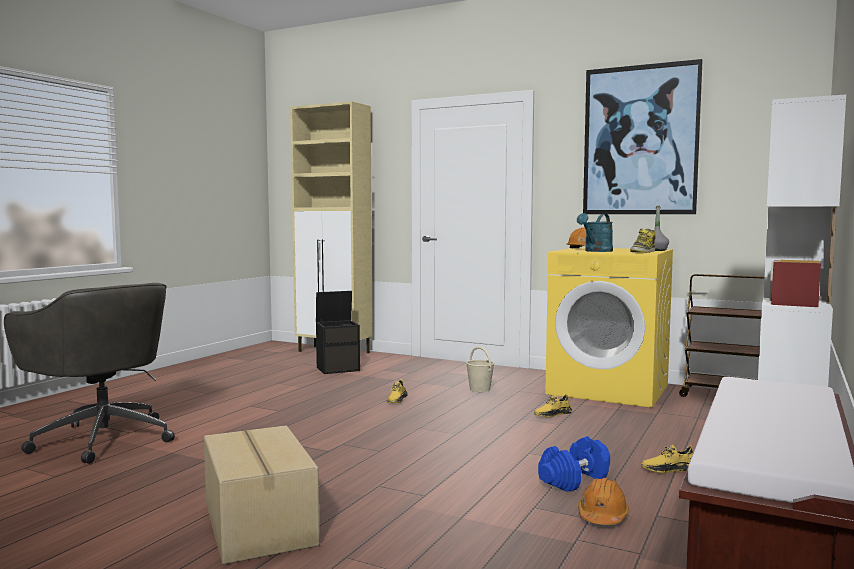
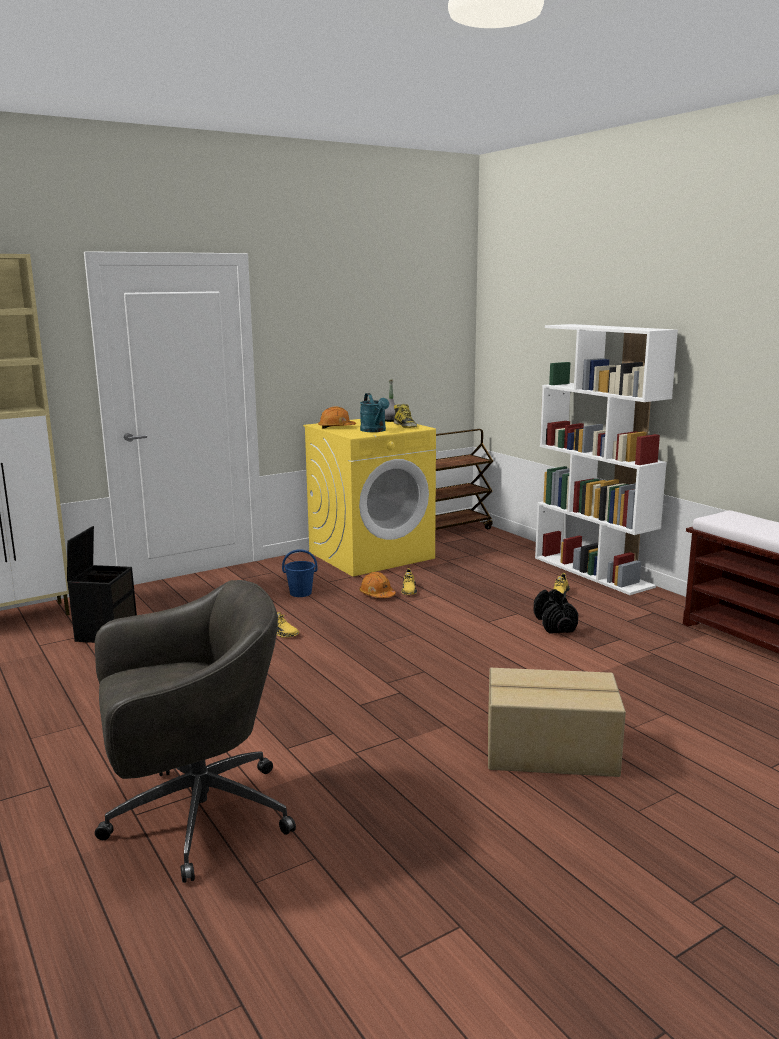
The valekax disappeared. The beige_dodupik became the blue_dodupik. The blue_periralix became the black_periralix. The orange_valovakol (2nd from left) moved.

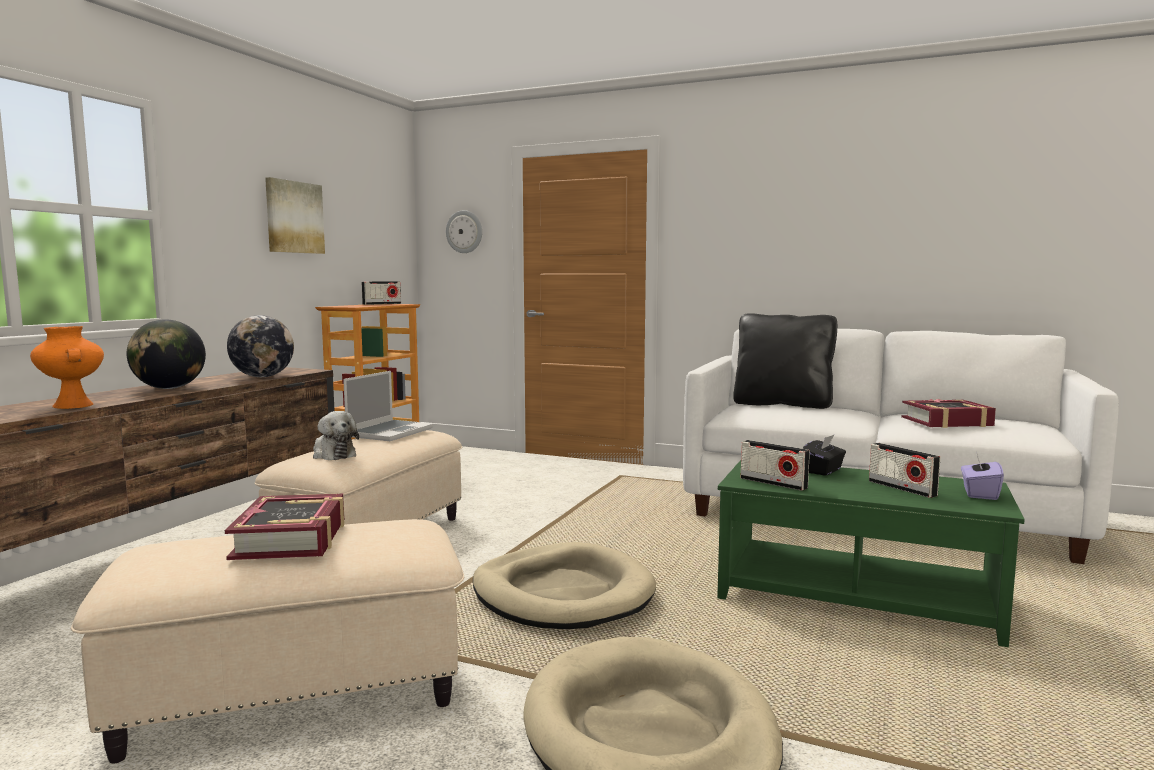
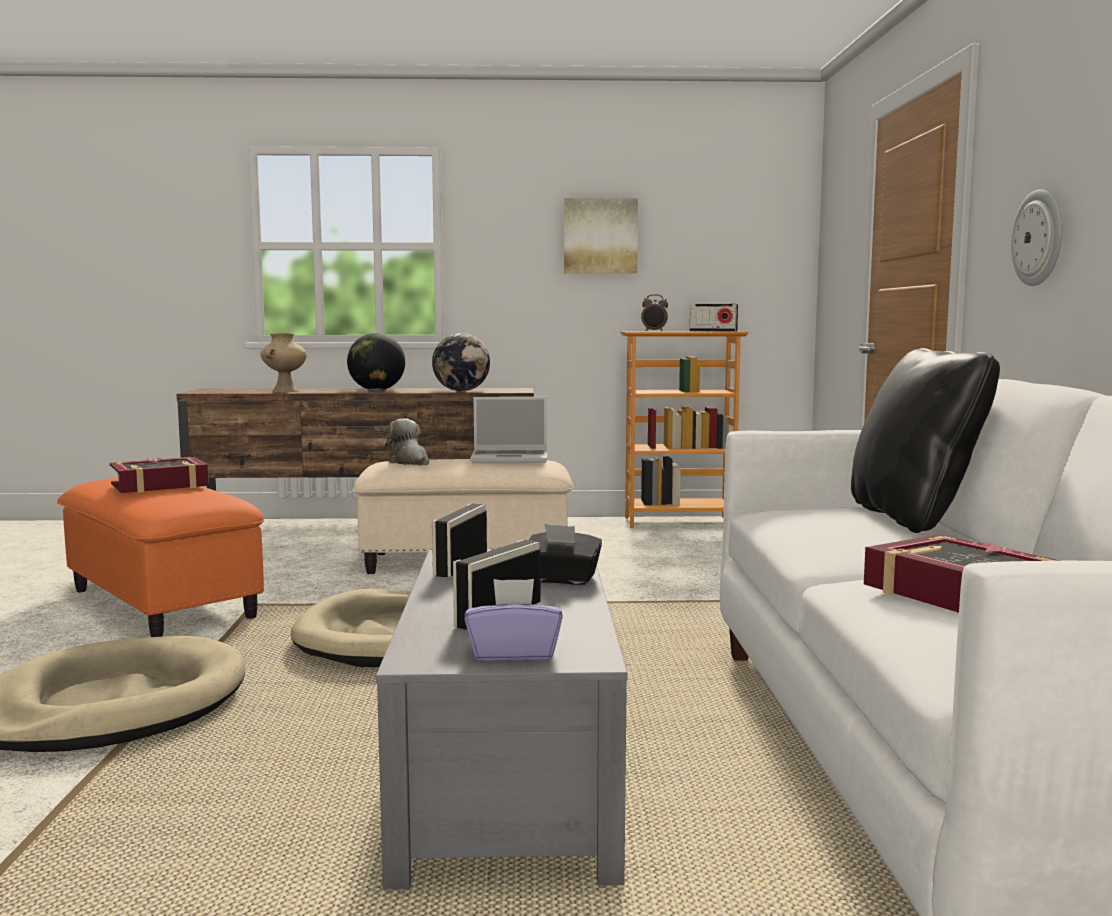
The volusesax moved. The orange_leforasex became the beige_leforasex. The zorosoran turned 120 degrees clockwise. The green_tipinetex became the grey_tipinetex. The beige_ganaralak (1st from left) became the orange_ganaralak. The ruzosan appeared.

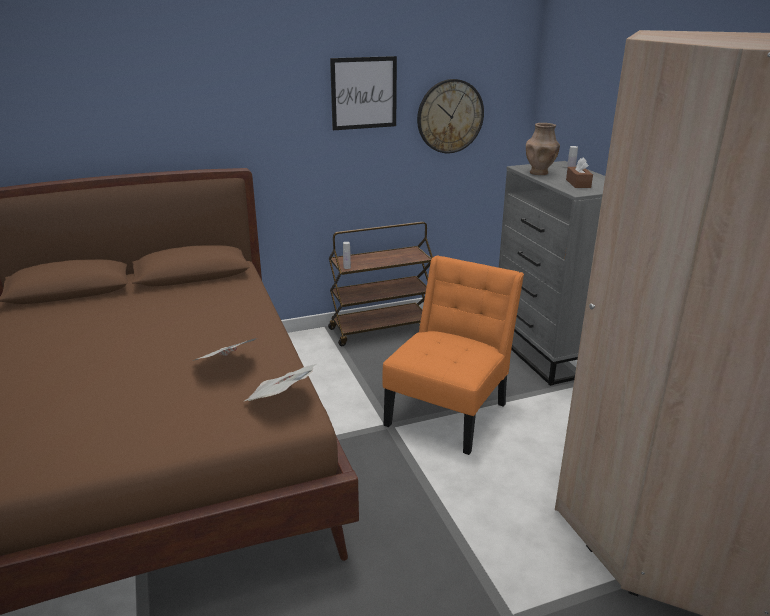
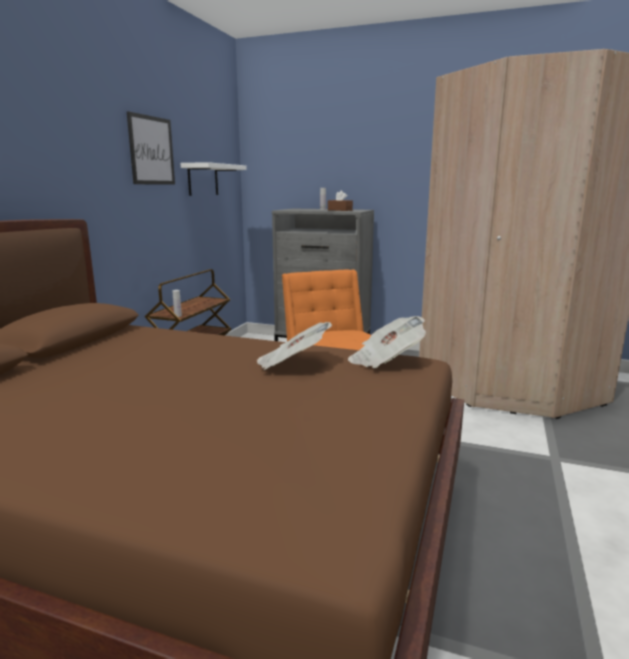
The volusesax was replaced by the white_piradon. The brown_leforasex disappeared.

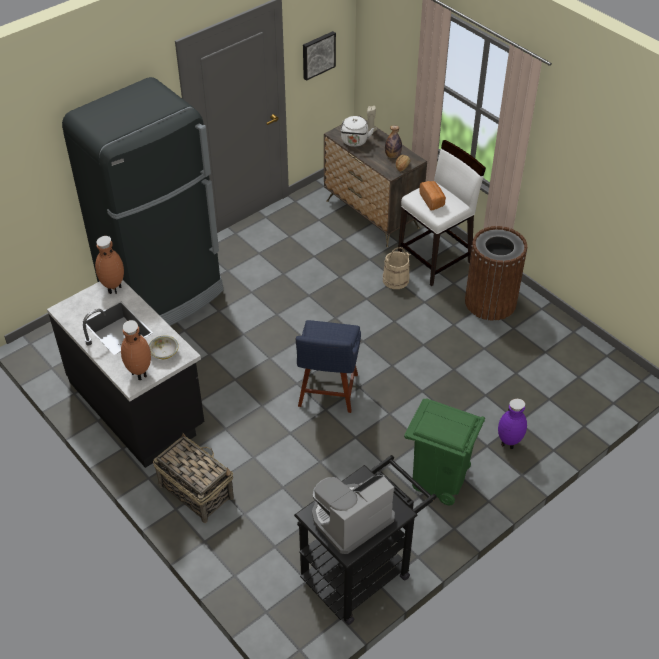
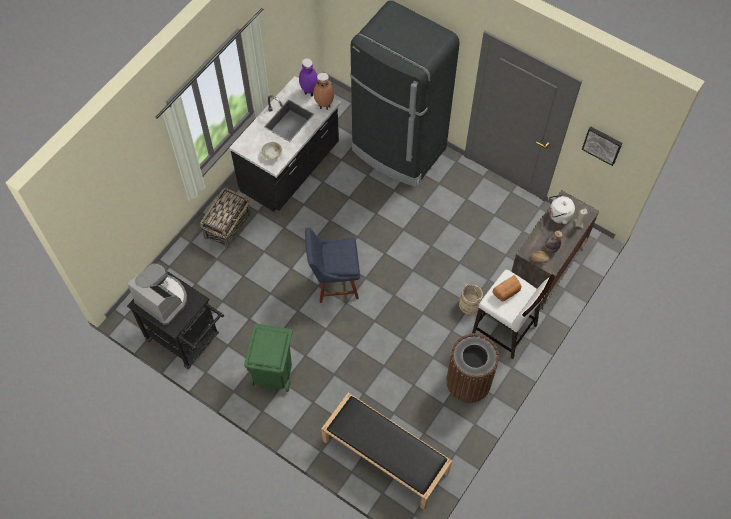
The brown_leforasex (2nd from left) disappeared. The purple_leforasex moved. The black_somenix appeared.

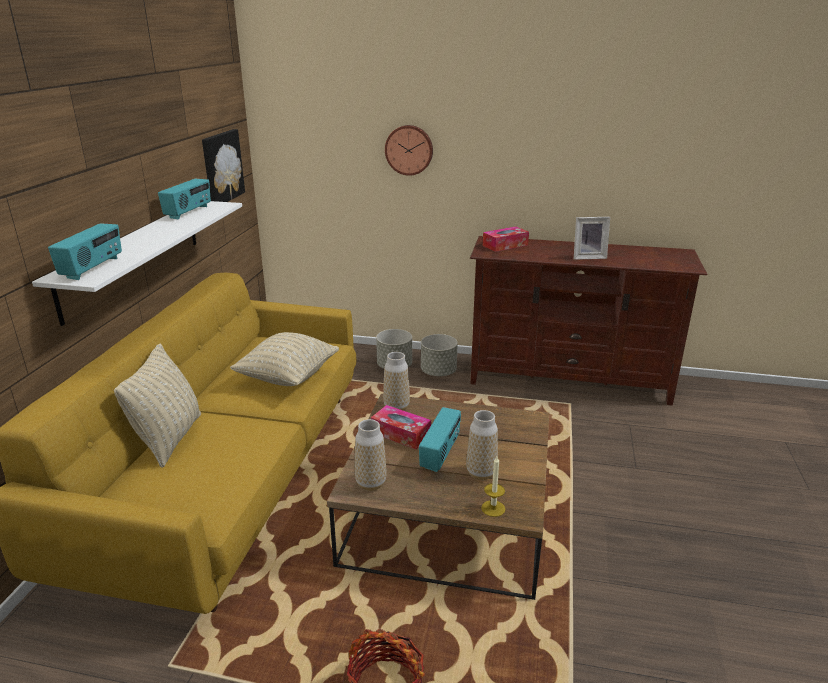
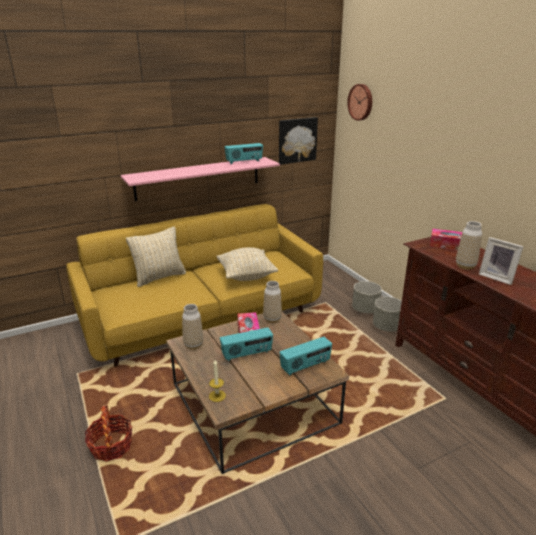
The volusesax moved. The white_piradon became the pink_piradon. The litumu (1st from left in the first image) moved. The leforasex (3rd from left) moved.

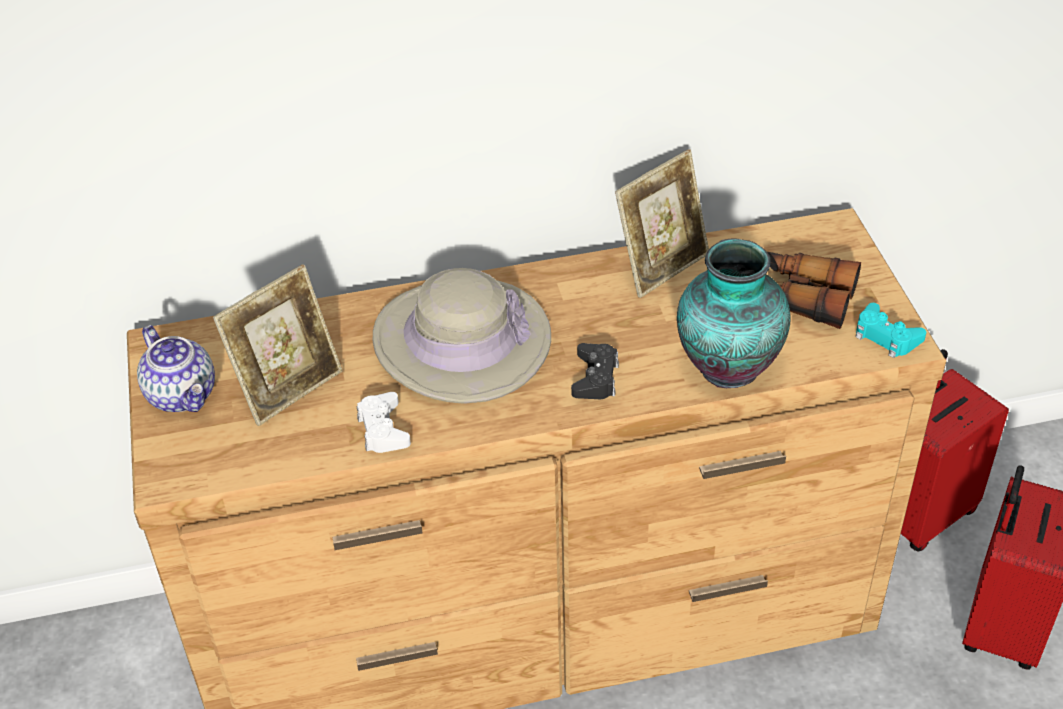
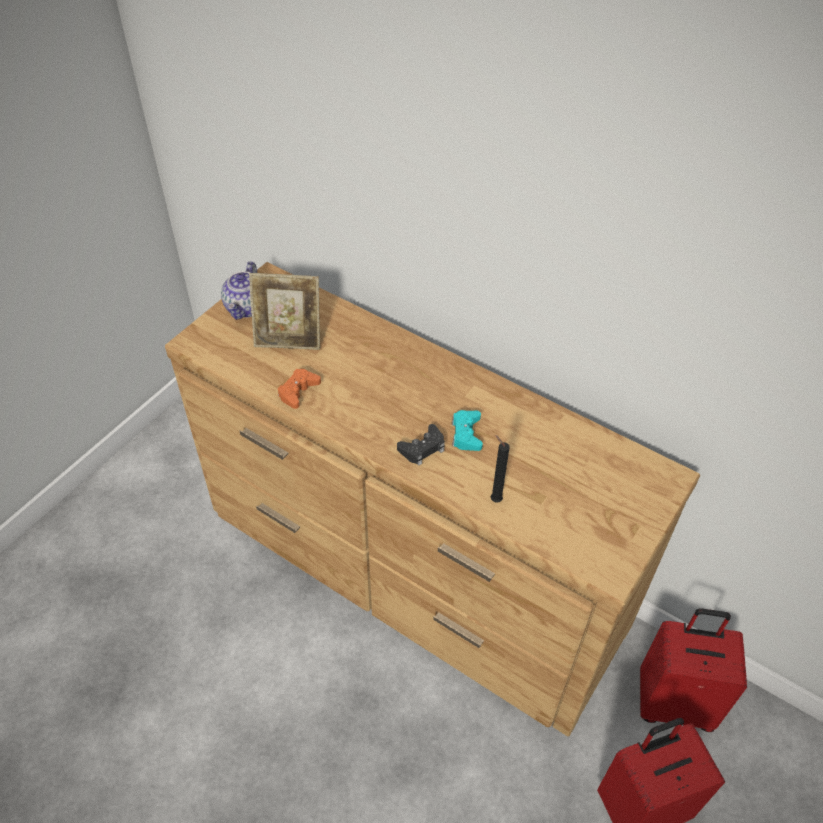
The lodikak (2nd from left) disappeared. The leforasex was replaced by the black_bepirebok. The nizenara disappeared. The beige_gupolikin disappeared. The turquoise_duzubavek moved. The white_duzubavek became the orange_duzubavek.

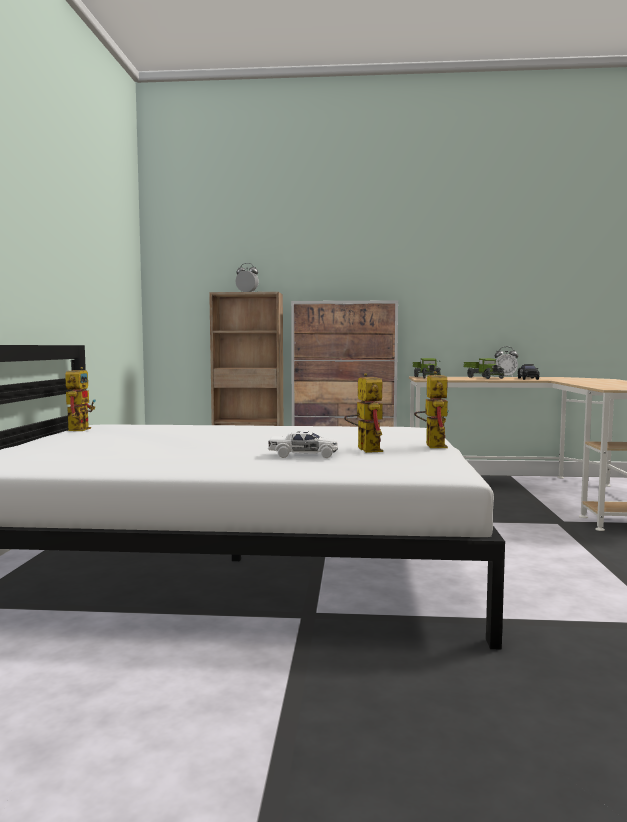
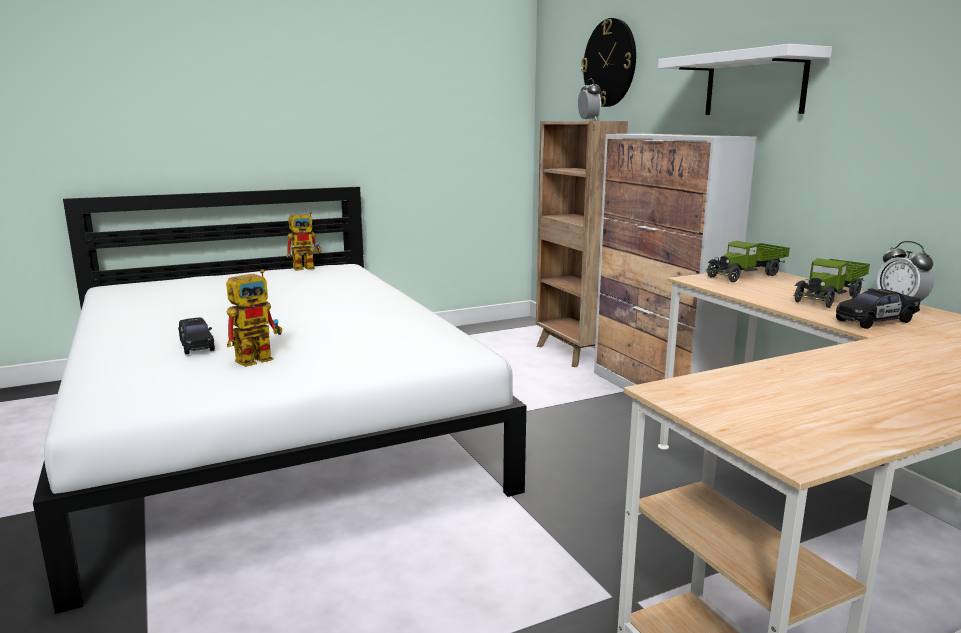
The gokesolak (3rd from left) disappeared. The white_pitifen became the black_pitifen (1st from left). The volusesax appeared. The white_piradon appeared.

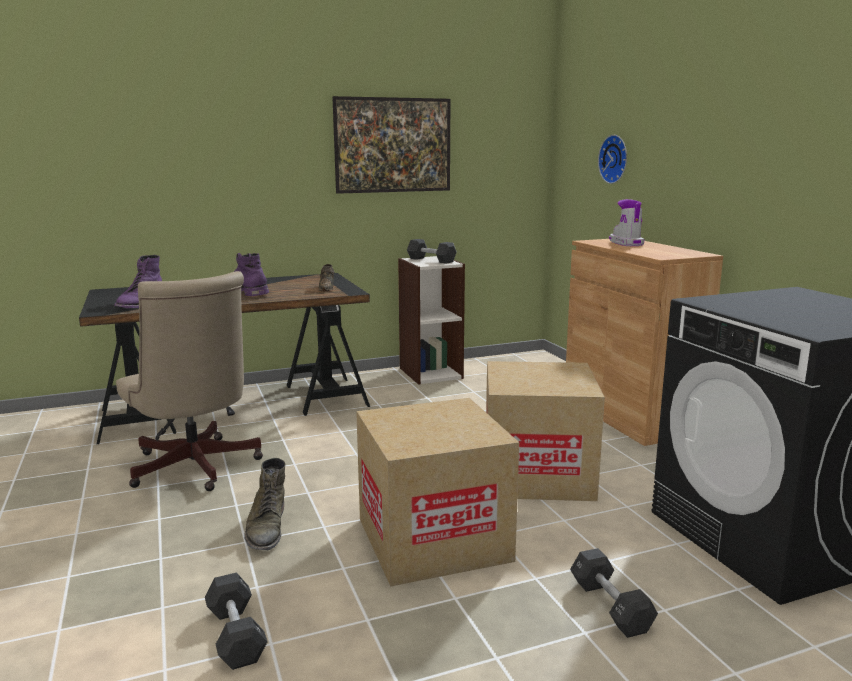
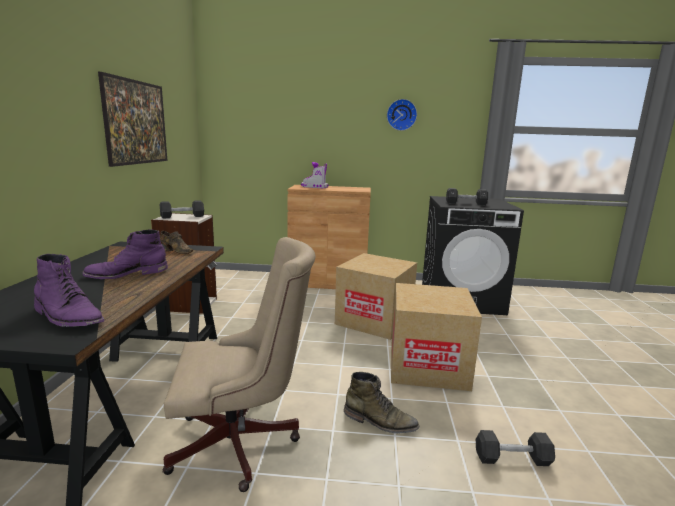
The volusesax moved. The black_periralix (3rd from left in the first image) moved.

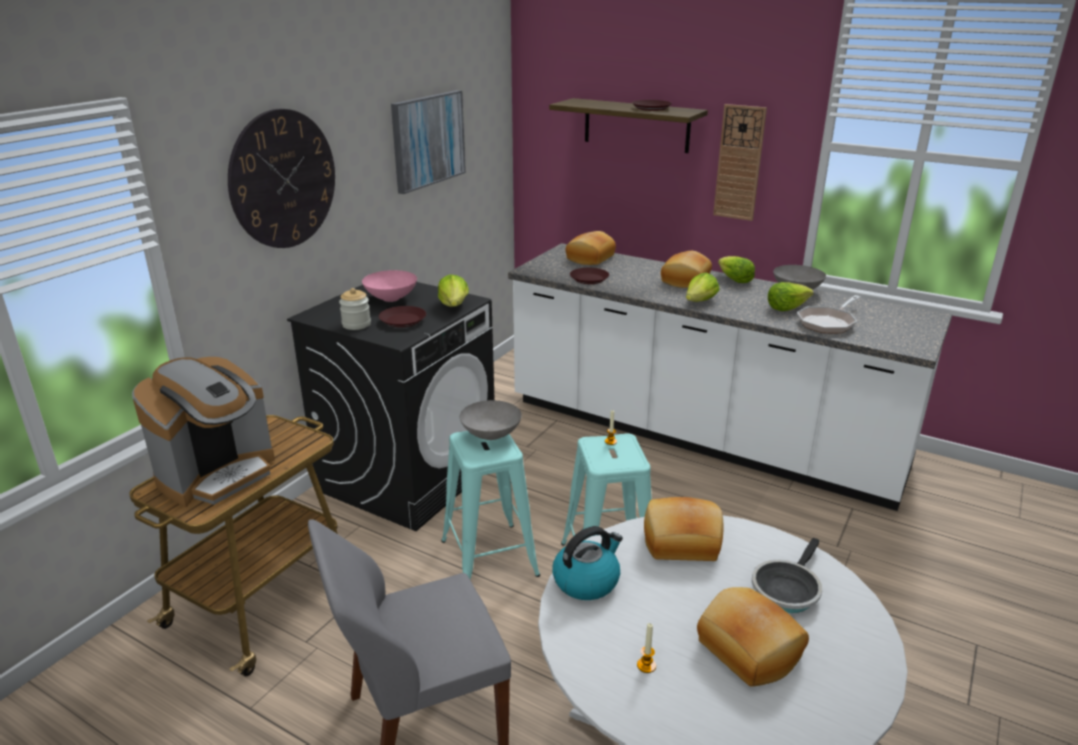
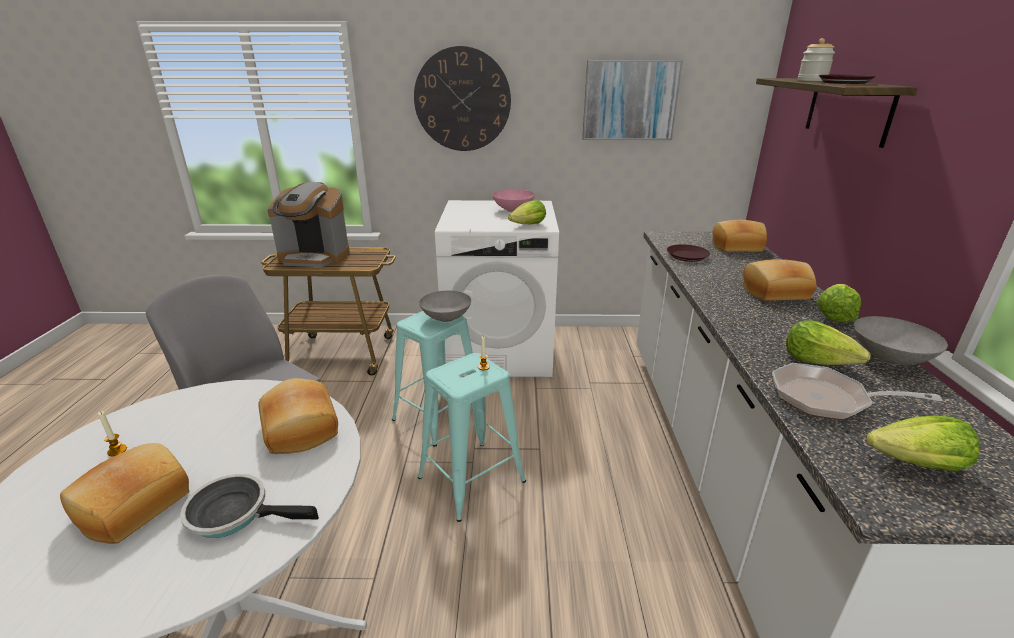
The volusesax (2nd from left) disappeared. The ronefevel (2nd from left in the first image) moved. The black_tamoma became the white_tamoma. The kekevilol moved. The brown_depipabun (1st from left) disappeared. The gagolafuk disappeared.

